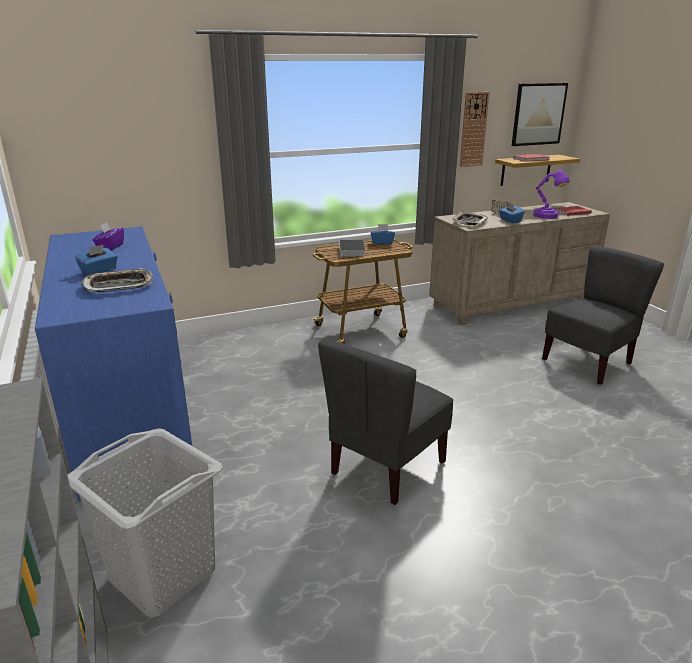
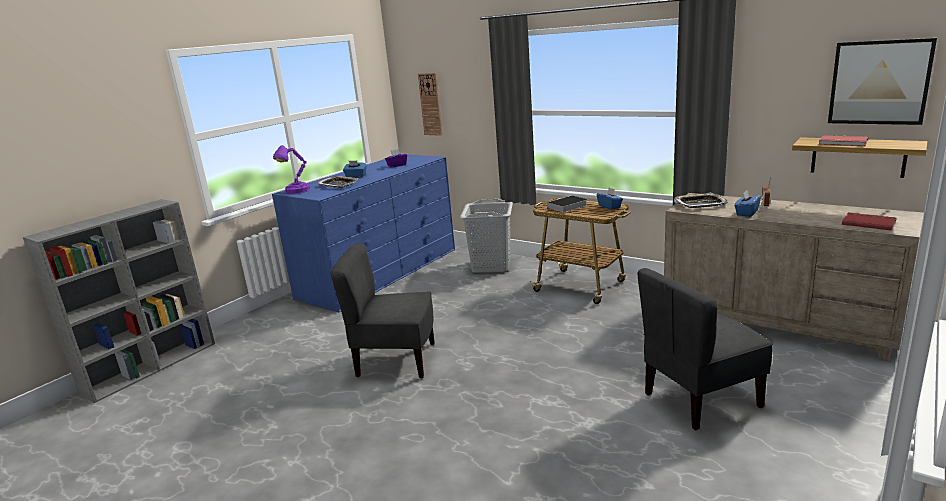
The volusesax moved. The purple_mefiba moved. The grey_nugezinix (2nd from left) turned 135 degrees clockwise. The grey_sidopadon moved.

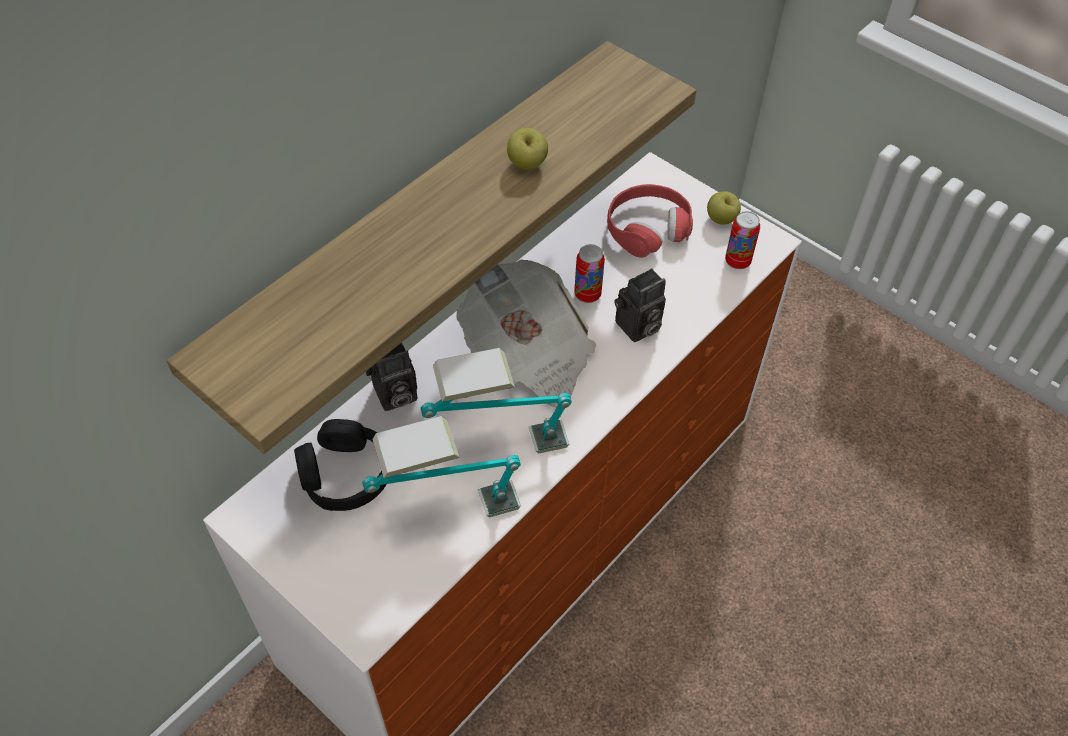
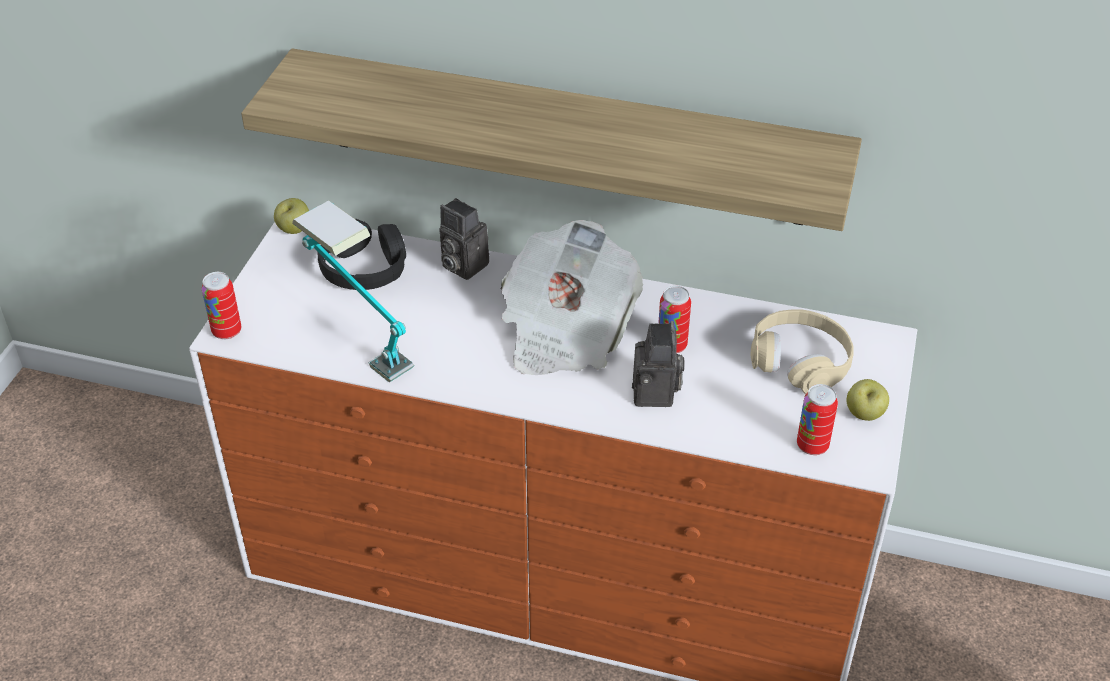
The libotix (1st from left) moved. The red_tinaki became the beige_tinaki. The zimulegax (2nd from left) turned 120 degrees counterclockwise. The mefiba (2nd from left) disappeared. The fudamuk (1st from left) appeared.

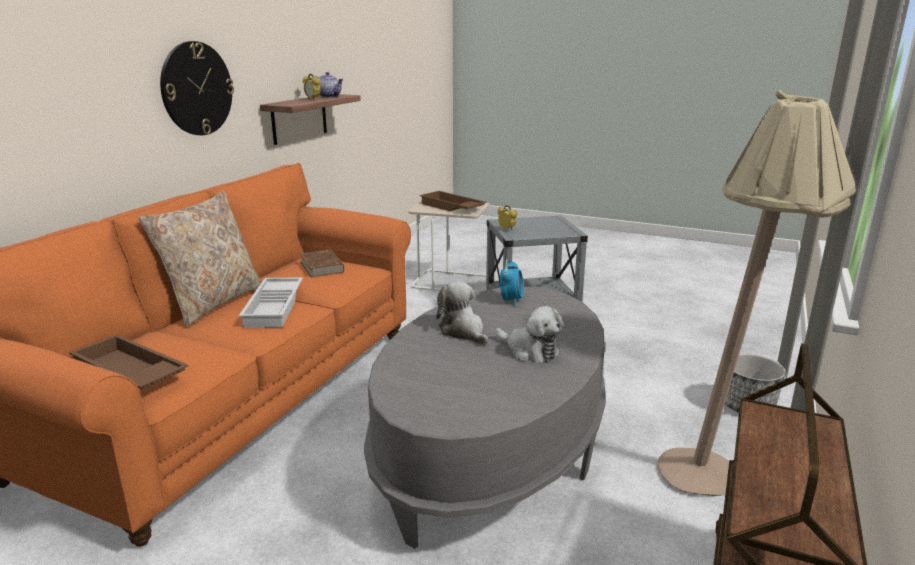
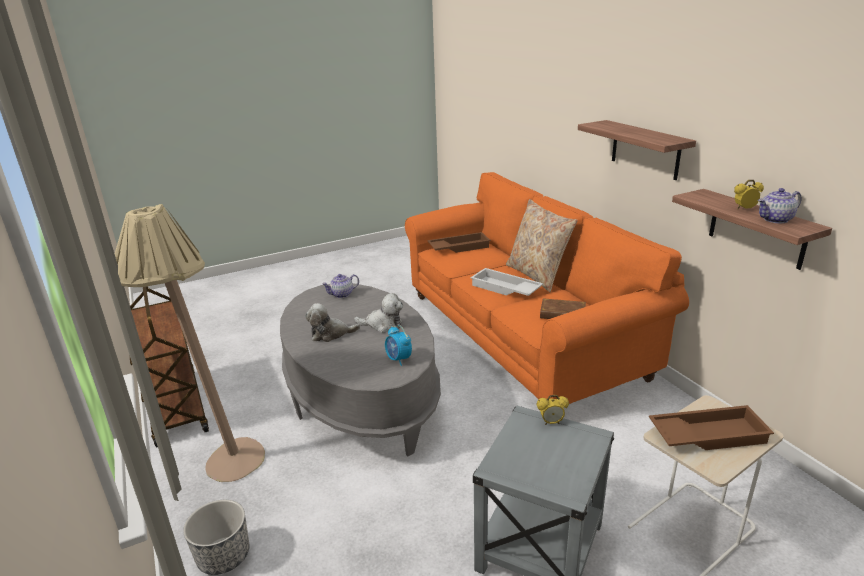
The volusesax was replaced by the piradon (1st from left). The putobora (1st from left) appeared.

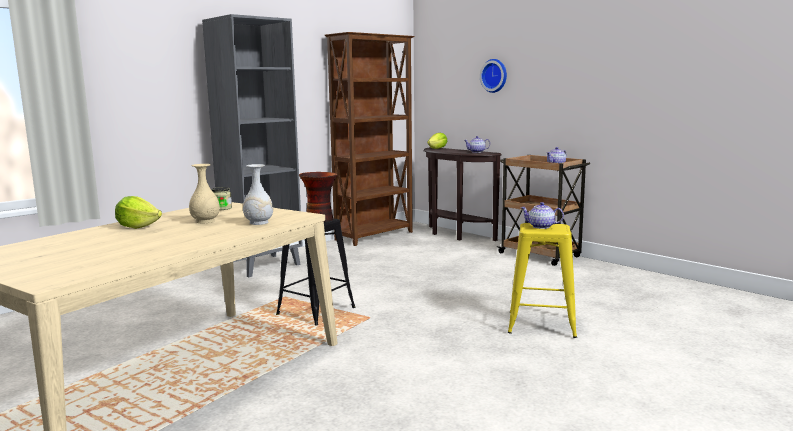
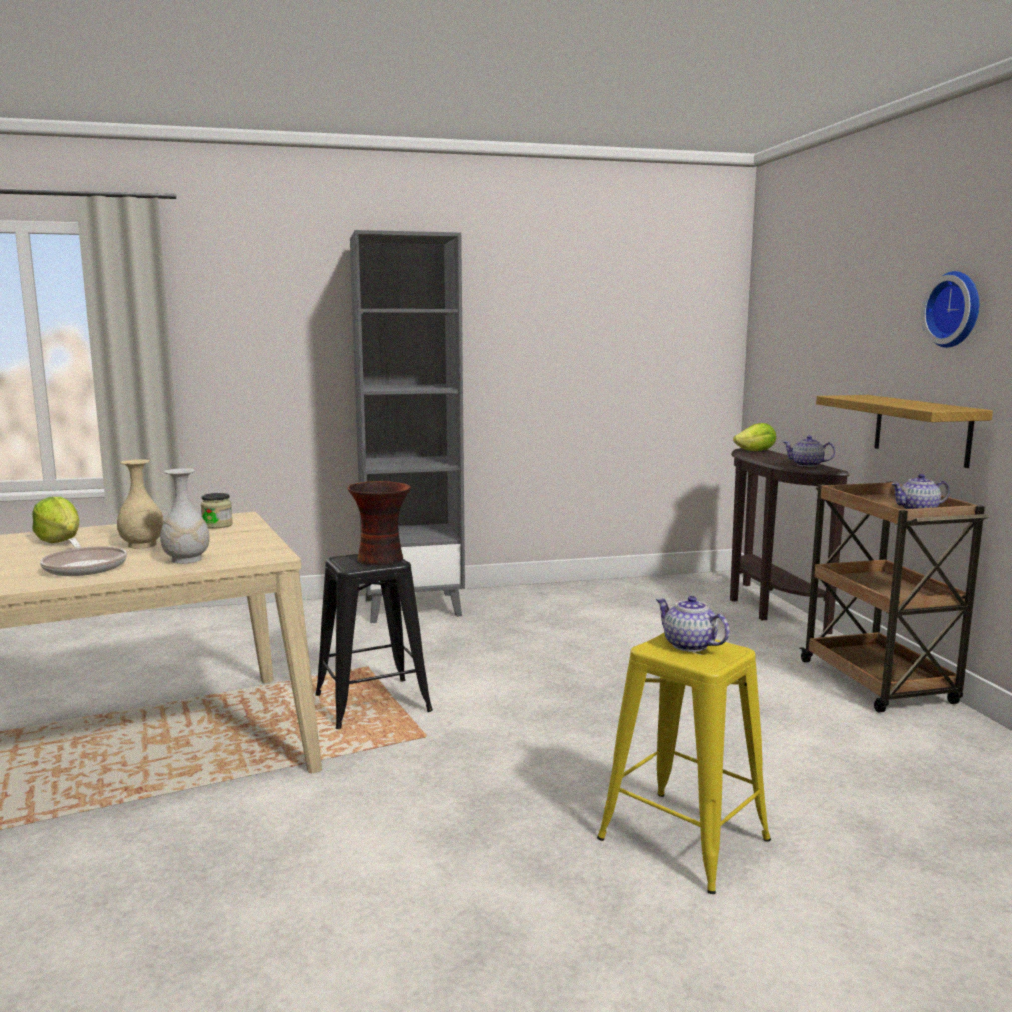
The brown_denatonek disappeared. The volusesax moved. The piradon appeared. The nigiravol appeared.

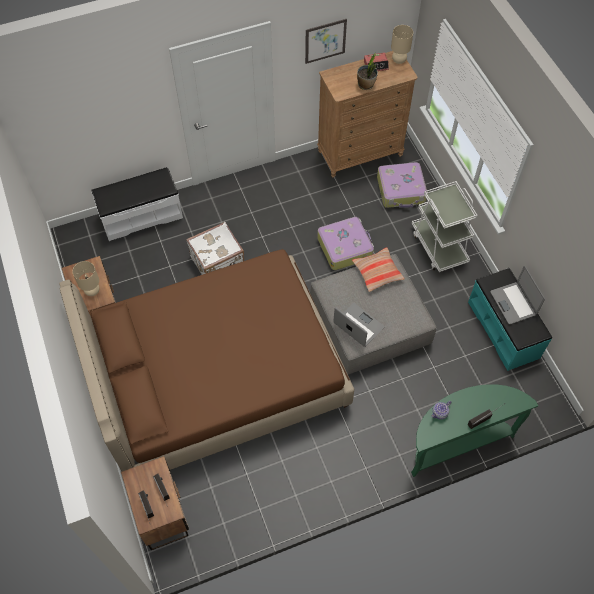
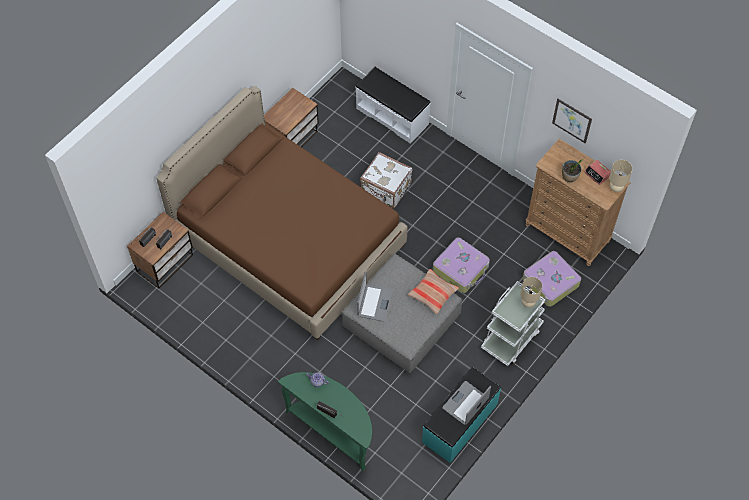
The beige_mefiba (1st from left) moved.

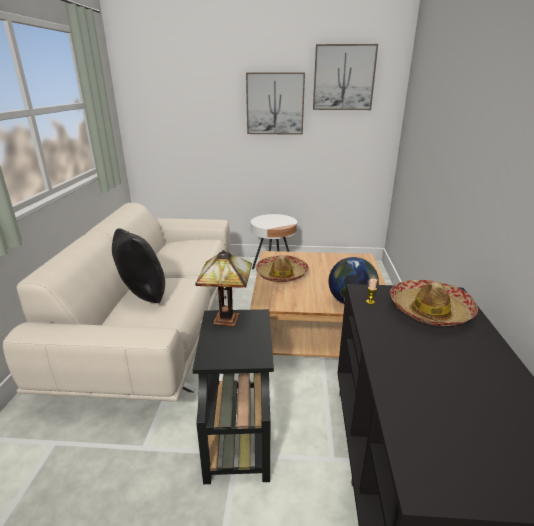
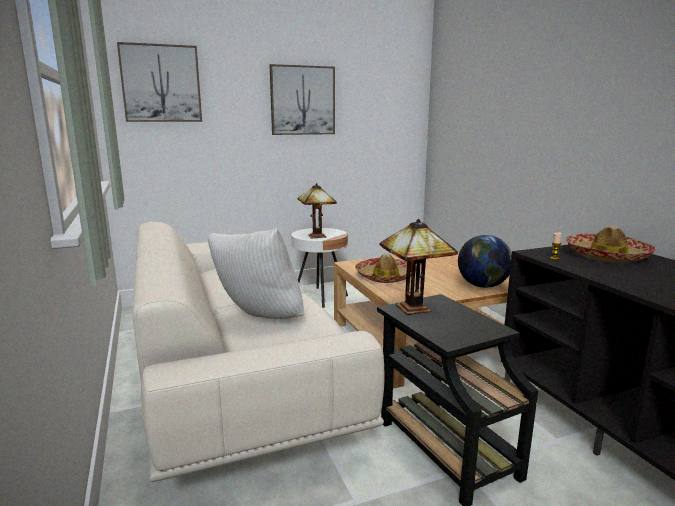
The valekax (2nd from left in the first image) moved. The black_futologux became the white_futologux. The mefiba (1st from left) appeared.

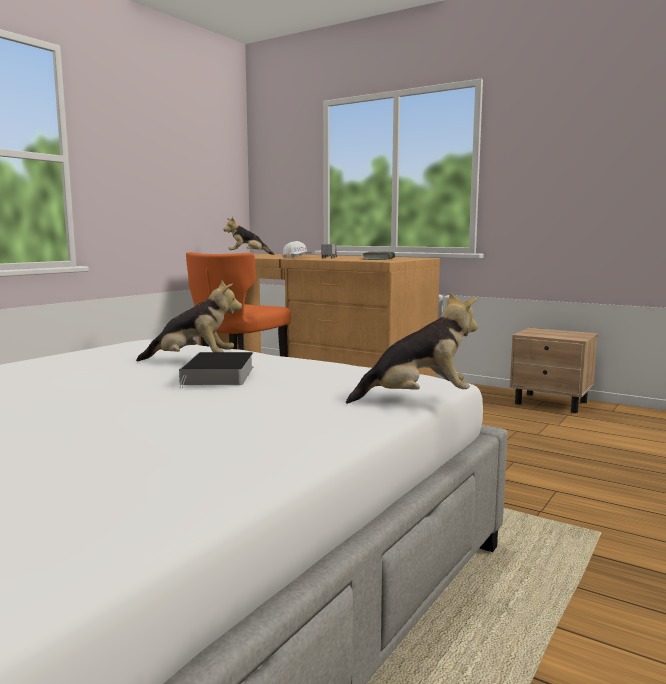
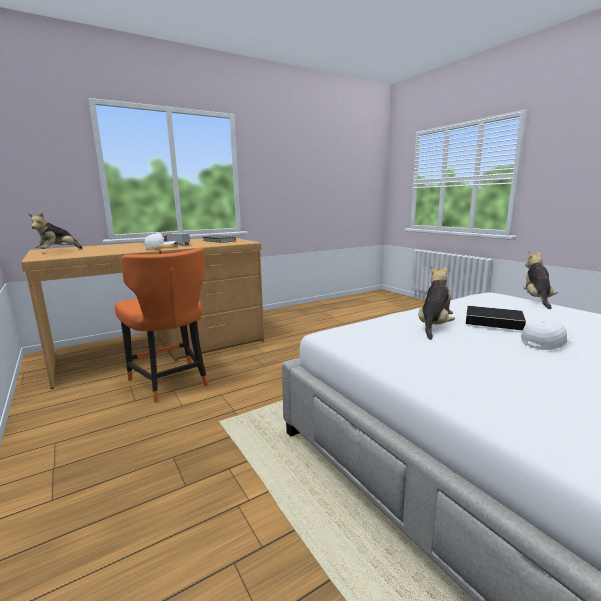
The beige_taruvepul disappeared. The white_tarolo (2nd from left) appeared.

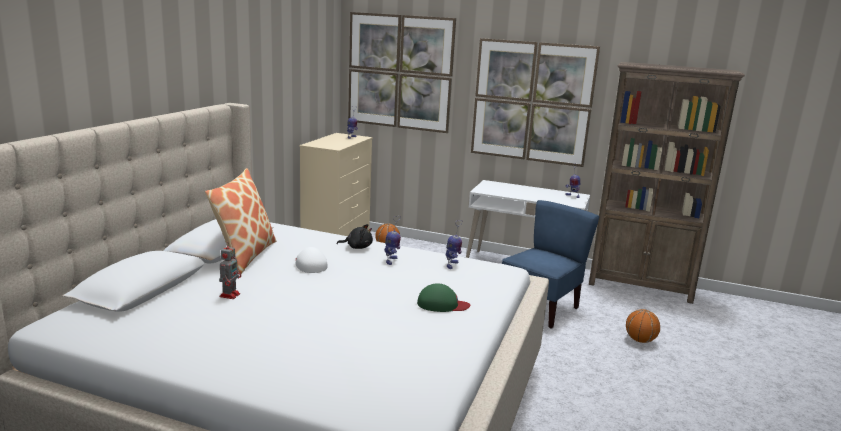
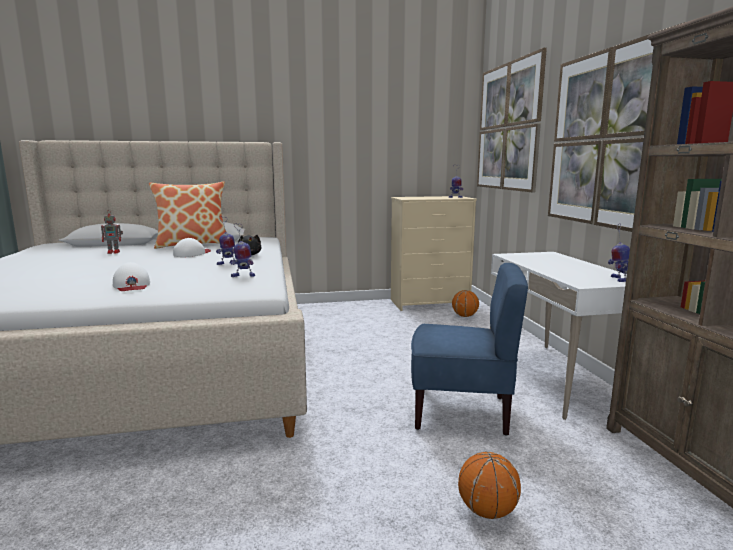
The green_tarolo became the white_tarolo (1st from left).

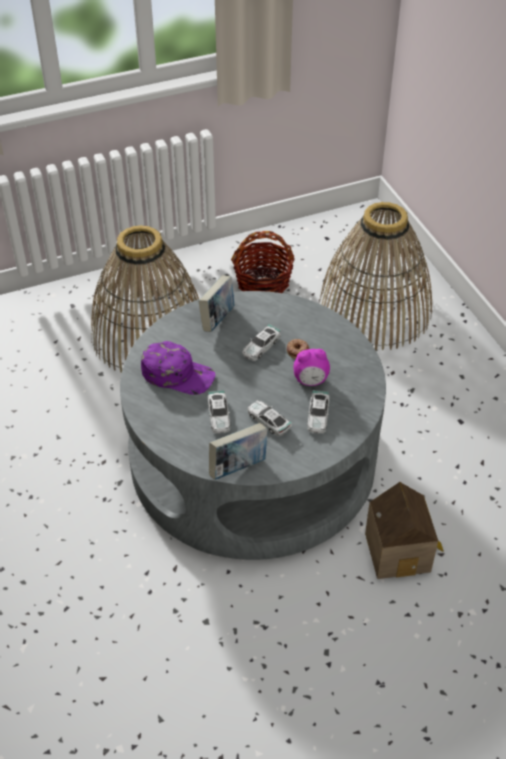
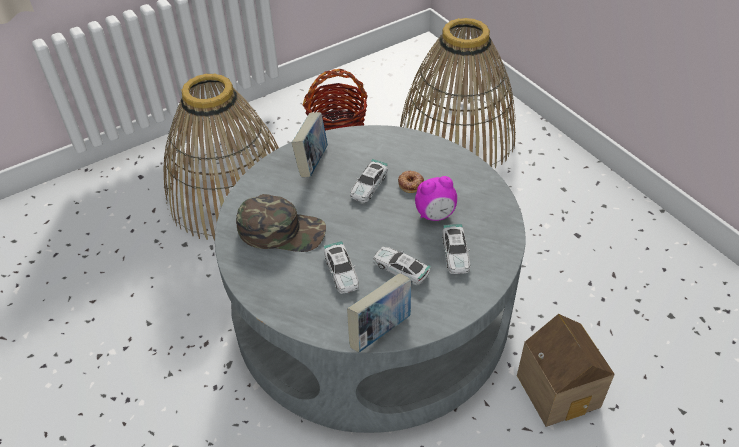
The purple_tarolo became the green_tarolo.

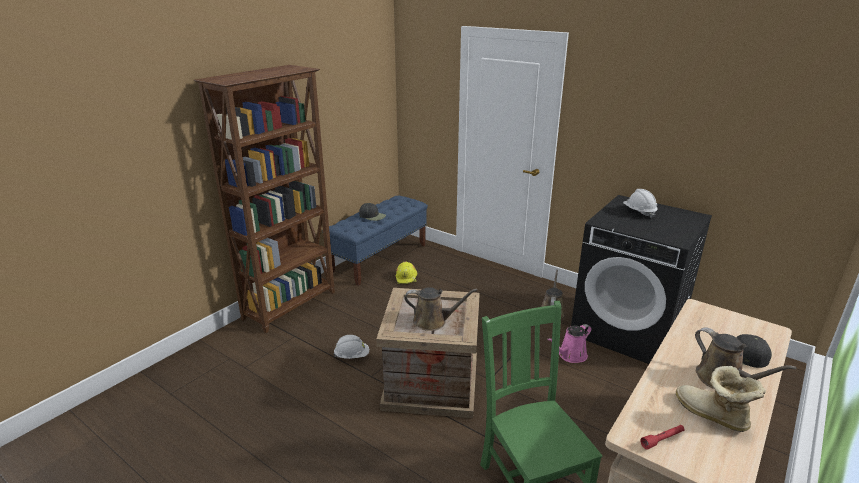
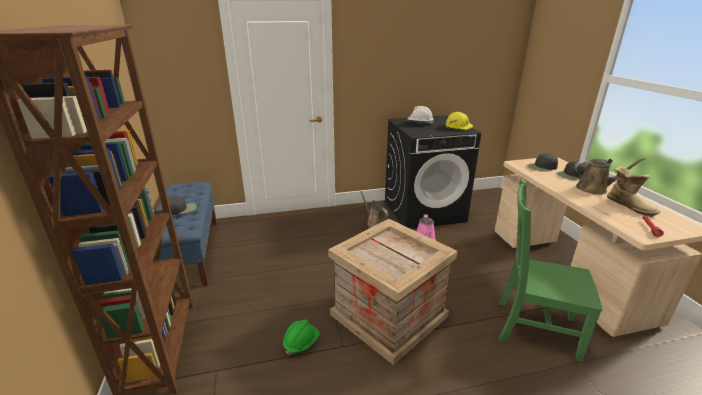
The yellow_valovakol moved. The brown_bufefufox (1st from left) disappeared. The white_valovakol (1st from left) became the green_valovakol. The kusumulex turned 120 degrees counterclockwise. The black_tarolo (2nd from left) appeared.

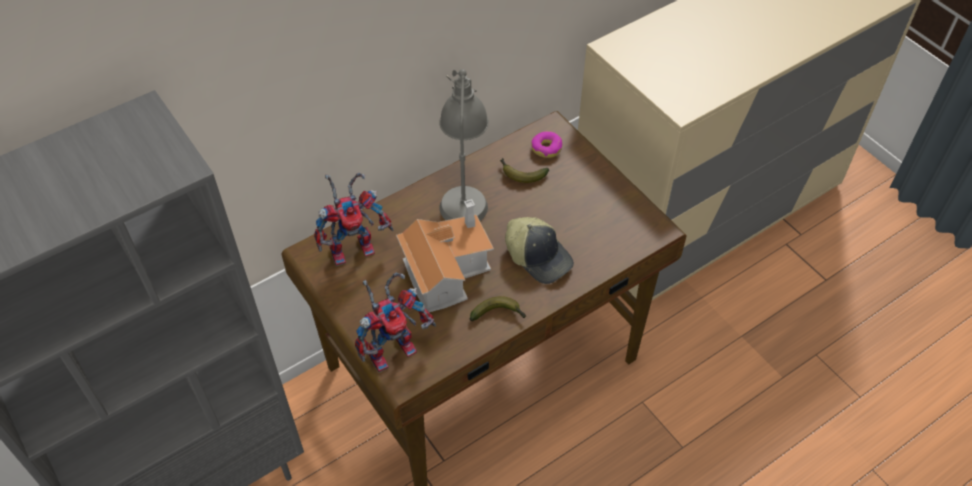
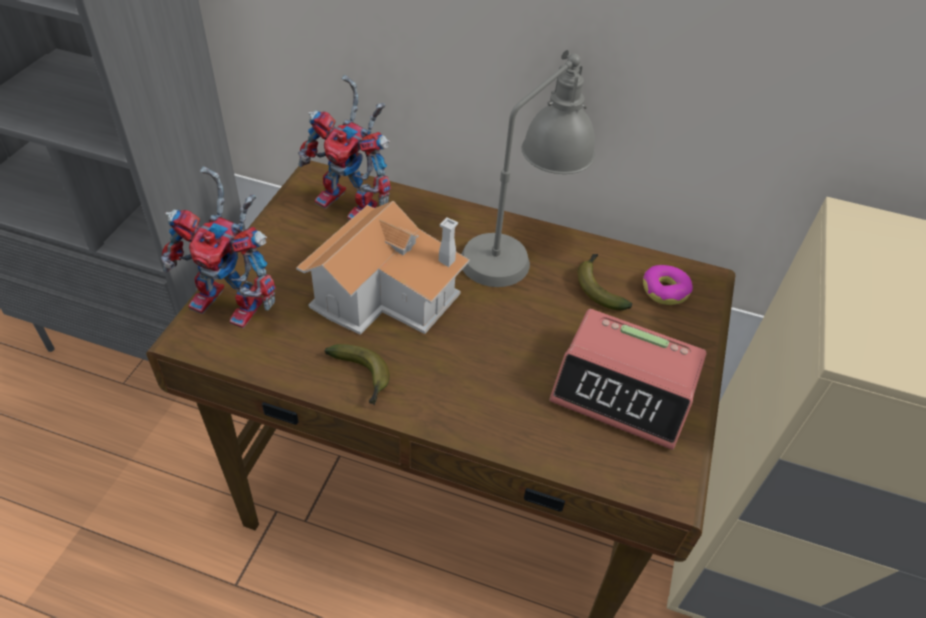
The tarolo disappeared. The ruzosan appeared.

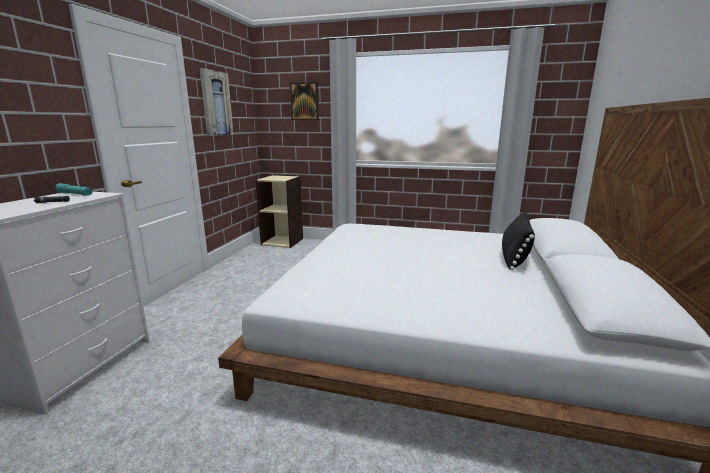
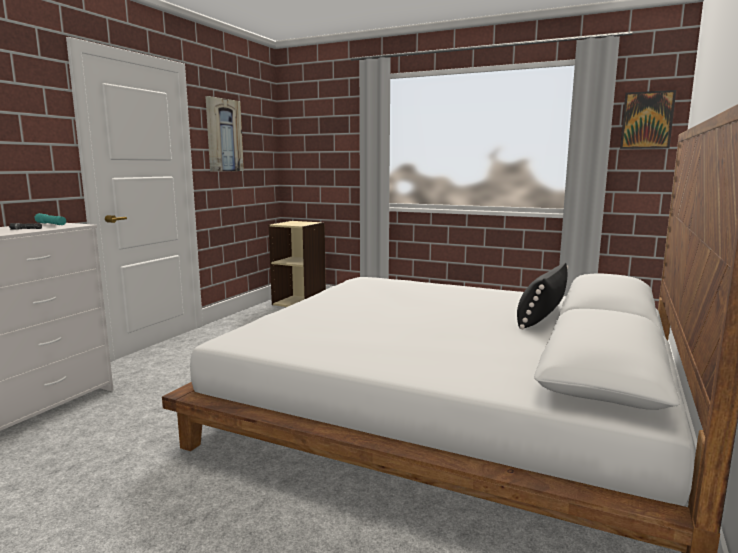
The valekax (2nd from left) moved.

